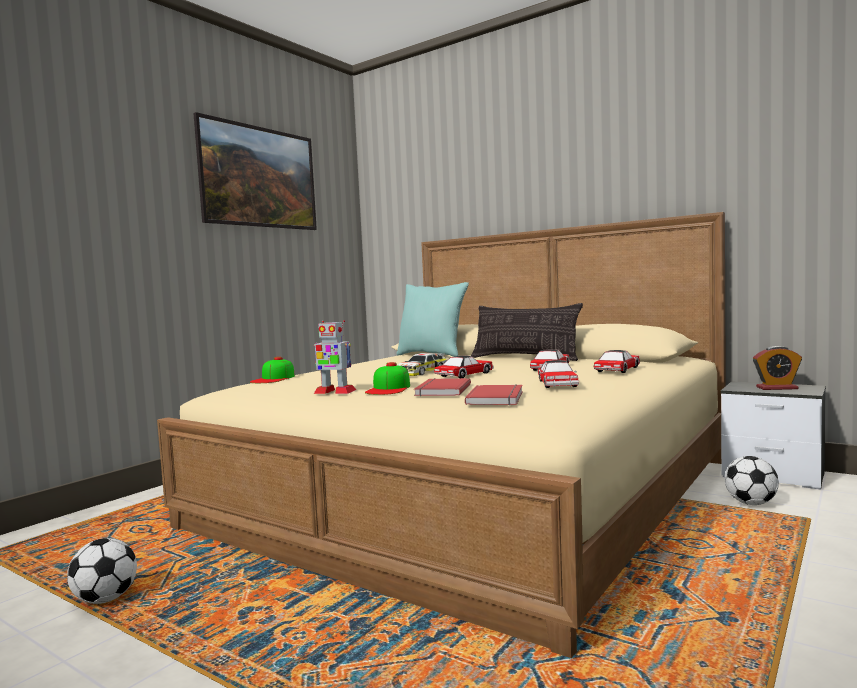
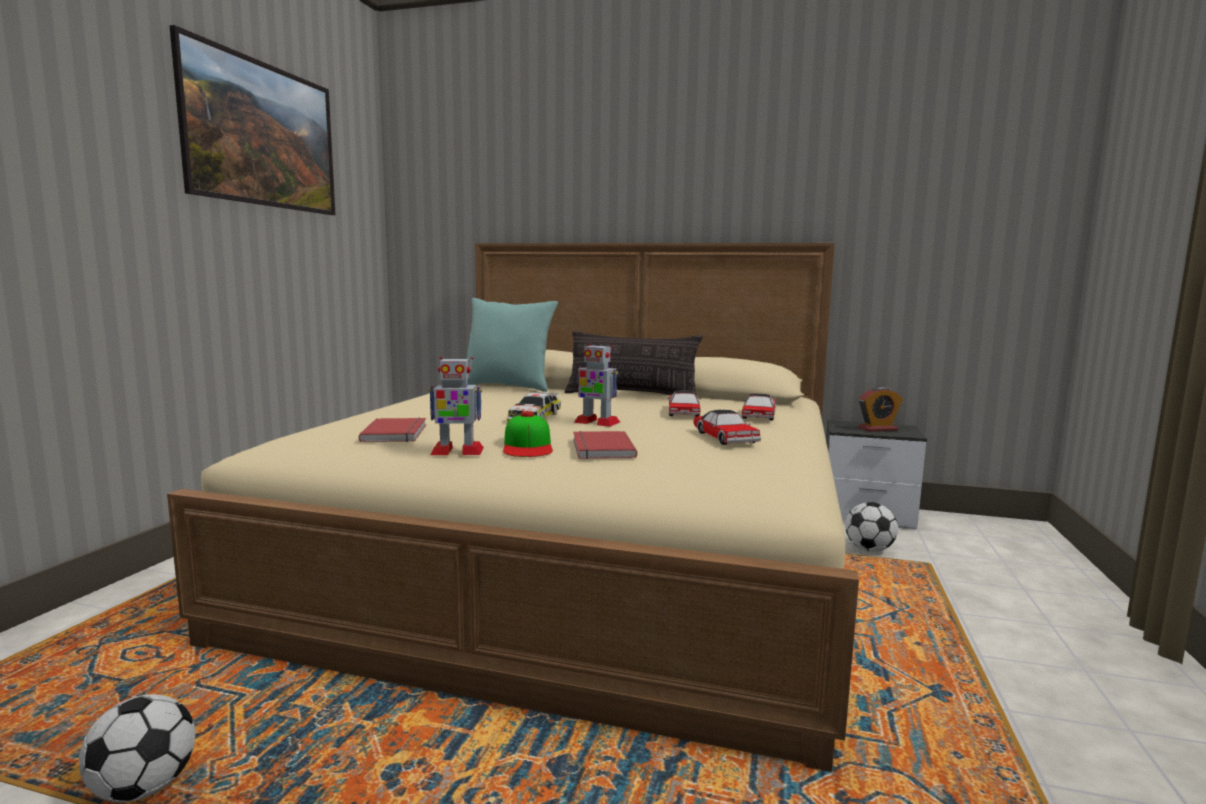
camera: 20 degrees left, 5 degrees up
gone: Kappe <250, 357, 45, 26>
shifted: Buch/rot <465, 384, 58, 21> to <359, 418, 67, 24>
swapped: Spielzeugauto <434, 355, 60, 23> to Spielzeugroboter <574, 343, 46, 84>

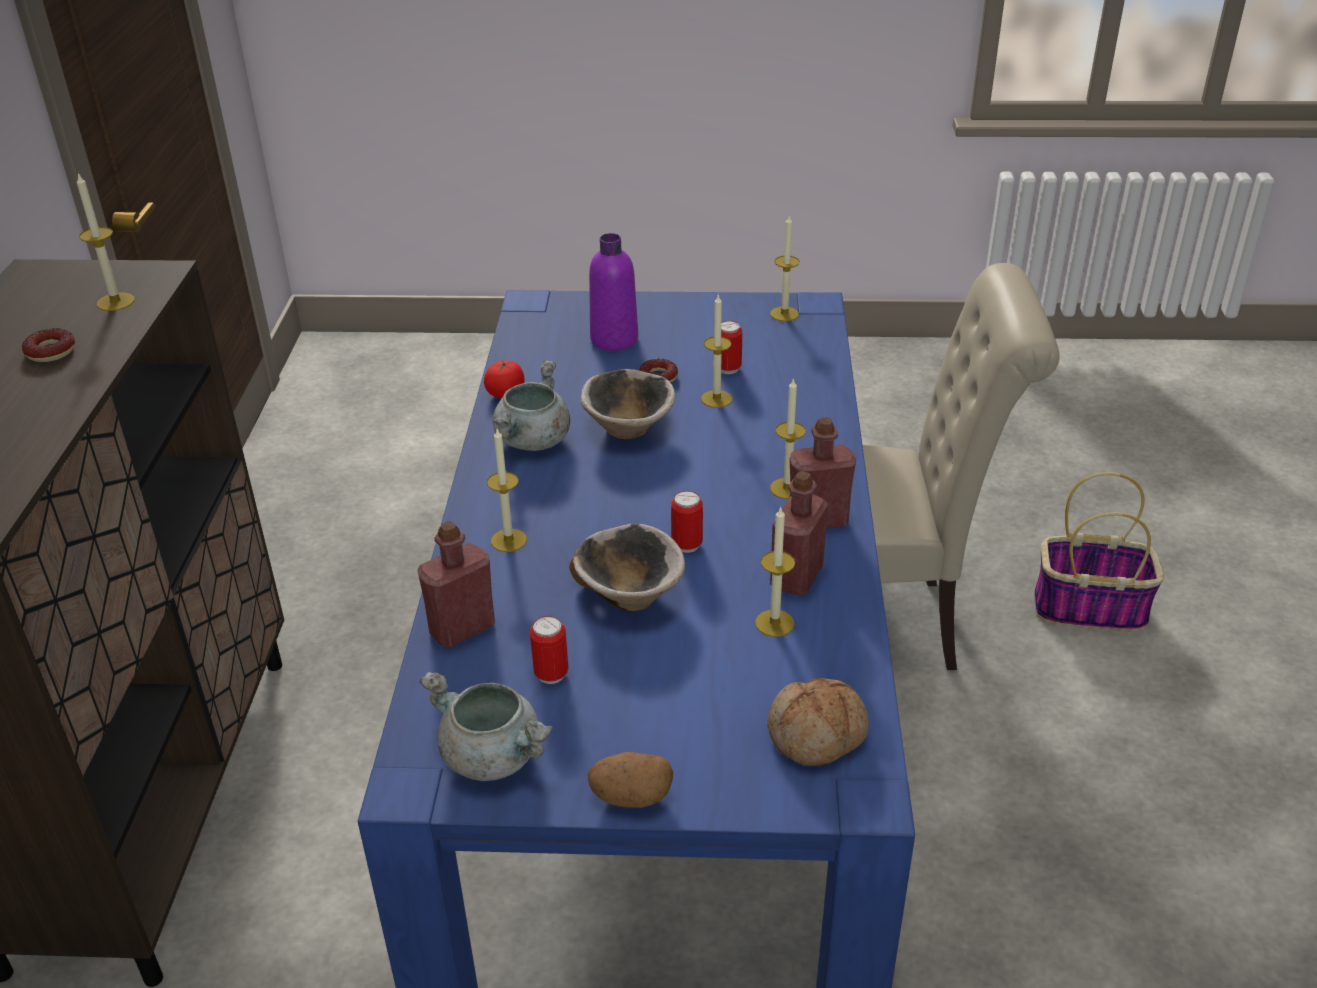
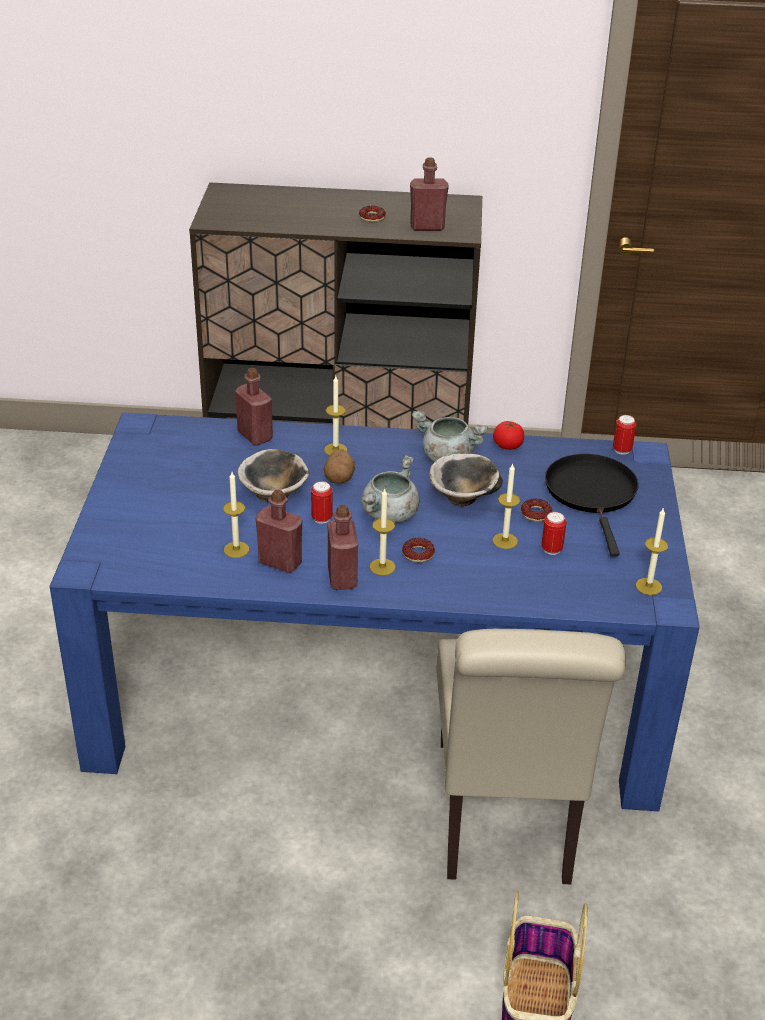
camera: 90 degrees right, 0 degrees up
gone: Brot <767, 678, 102, 88>
new: Donut <402, 538, 33, 25>
shifted: Kochtopf/grau <420, 672, 133, 109> to <361, 455, 58, 68>; Dose <530, 616, 39, 68> to <613, 415, 23, 40>; Kartoffel <587, 752, 86, 56> to <324, 449, 31, 35>
swapped: Kerze <77, 173, 58, 138> to Flasche/rot <410, 157, 39, 74>; Flasche/lila <589, 233, 49, 118> to Pfanne/schwarz <545, 454, 94, 102>

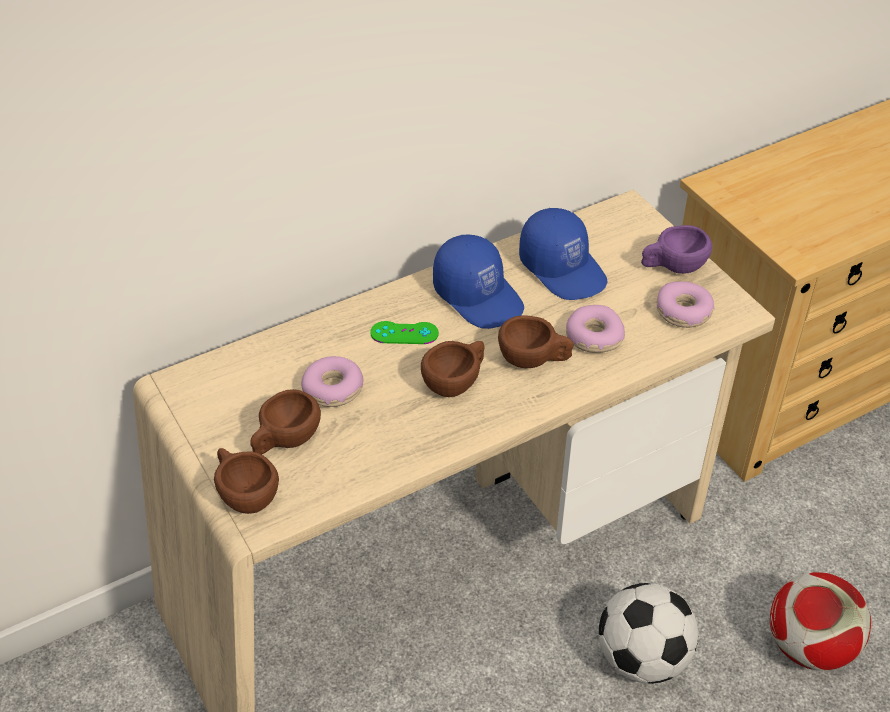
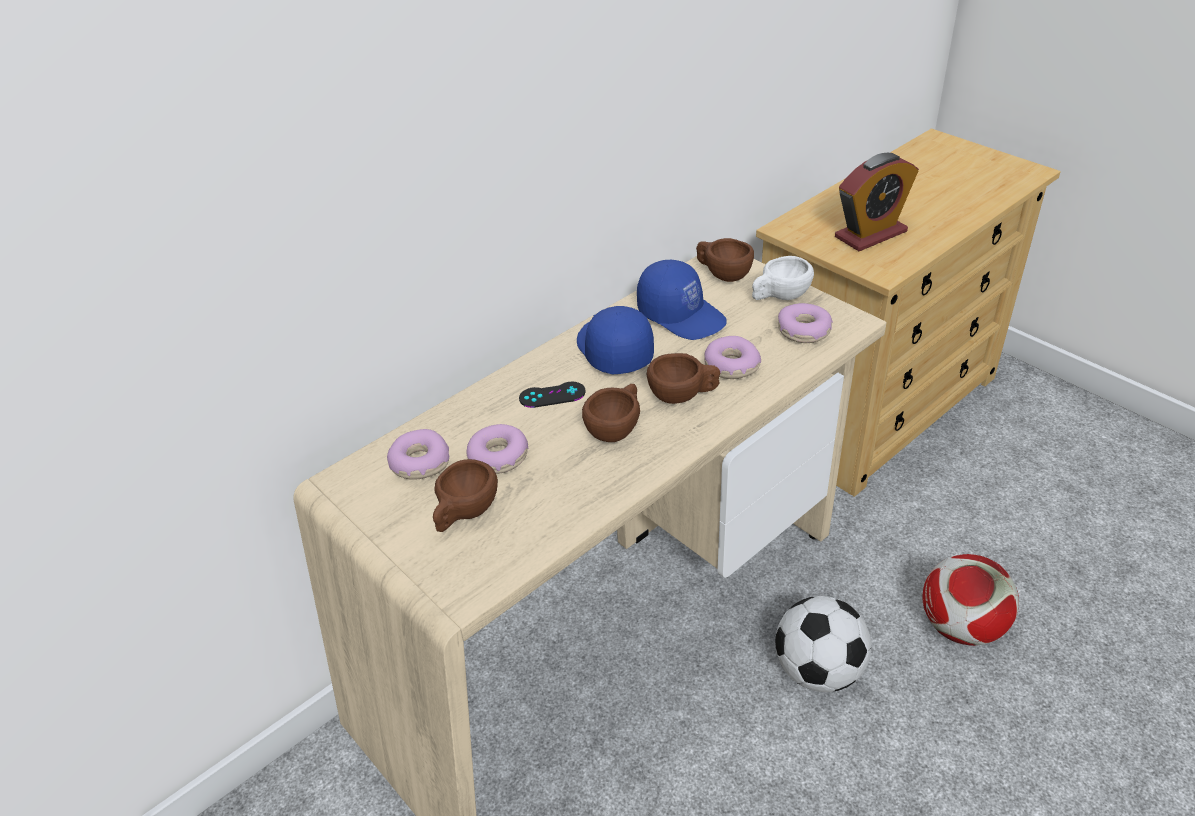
camera: 10 degrees left, 5 degrees down
new: Donut <387, 429, 62, 51>; Wecker <835, 153, 84, 98>
shifted: Tasse/braun <214, 448, 65, 66> to <696, 238, 58, 44>
repainted: Gamepad/grün <370, 321, 69, 23> to Gamepad/schwarz <519, 382, 66, 26>; Tasse/lila <641, 225, 71, 49> to Tasse/weiß <752, 256, 62, 44>
rotated: Kappe/blau <433, 235, 91, 94> = <577, 306, 77, 68> 150 degrees counterclockwise

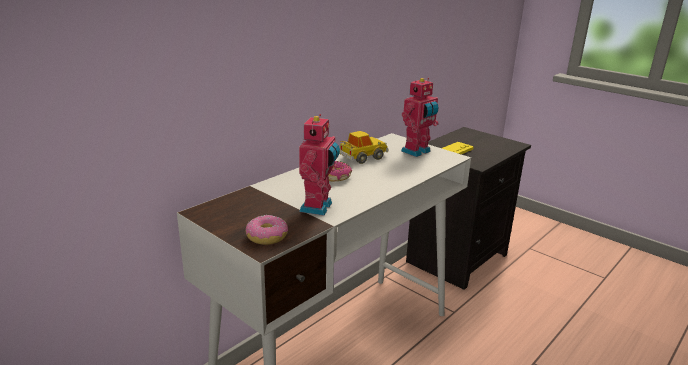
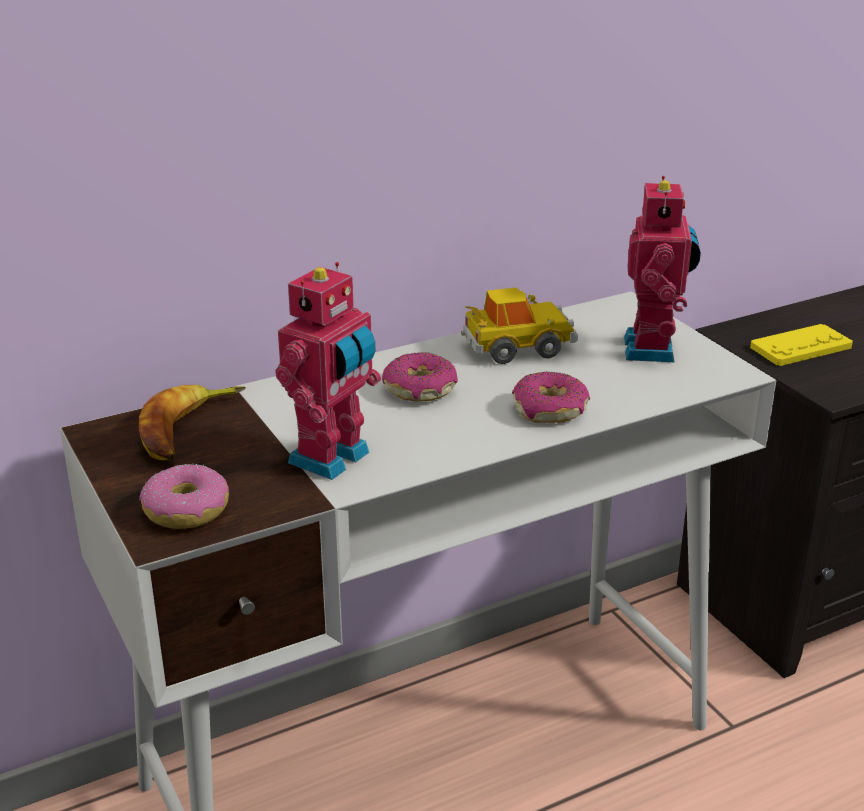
camera: 20 degrees right, 5 degrees up
new: Banane <139, 385, 107, 75>; Donut <512, 372, 78, 51>
rotated: Spielzeugroboter <401, 78, 38, 79> = <624, 176, 77, 186> 60 degrees counterclockwise

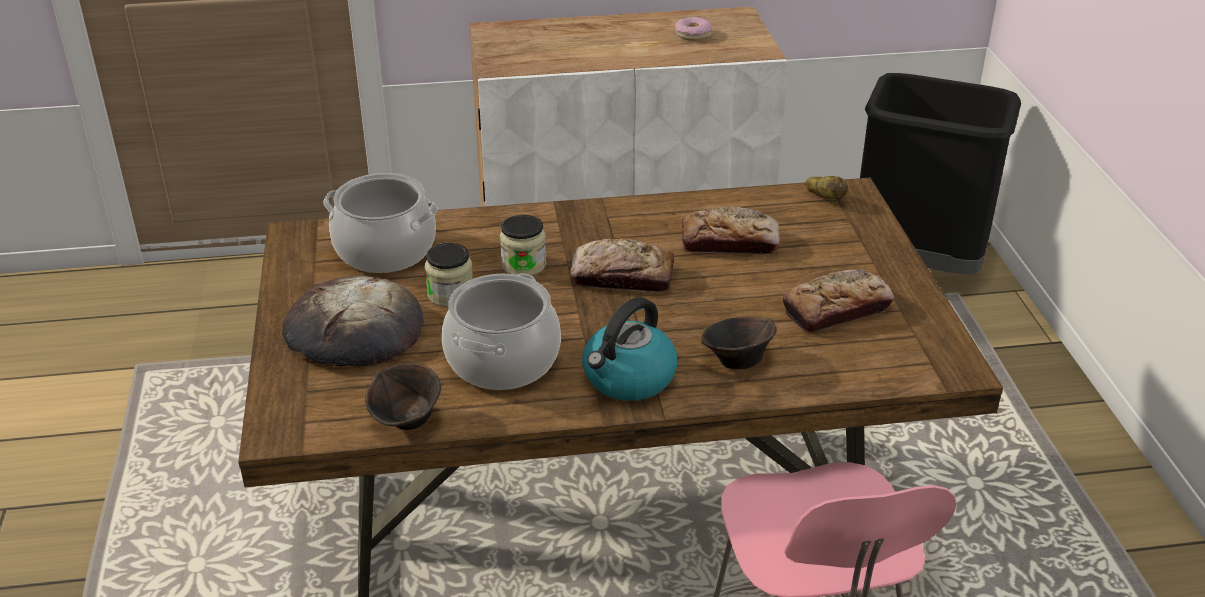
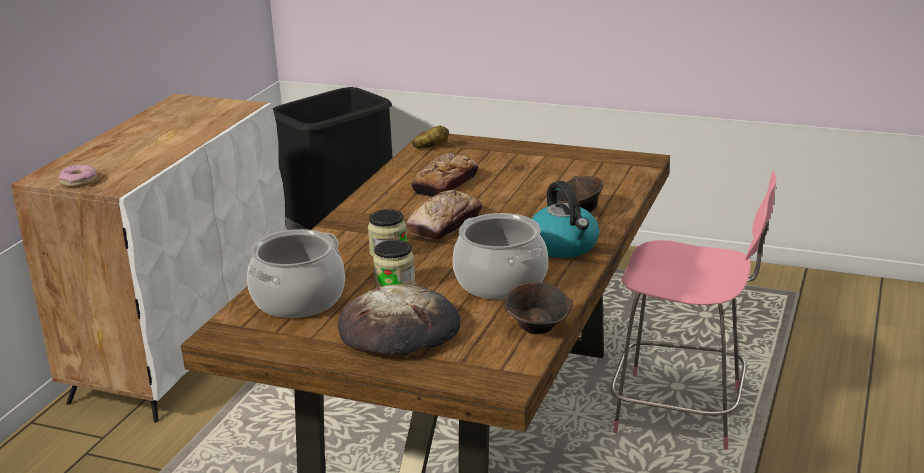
camera: 60 degrees left, 10 degrees down
gone: Brot <783, 269, 111, 64>
shifted: Donut <675, 17, 37, 24> to <59, 164, 38, 23>

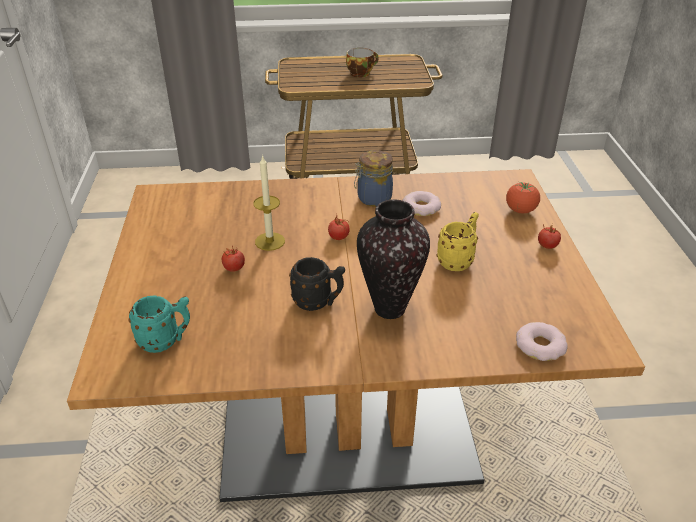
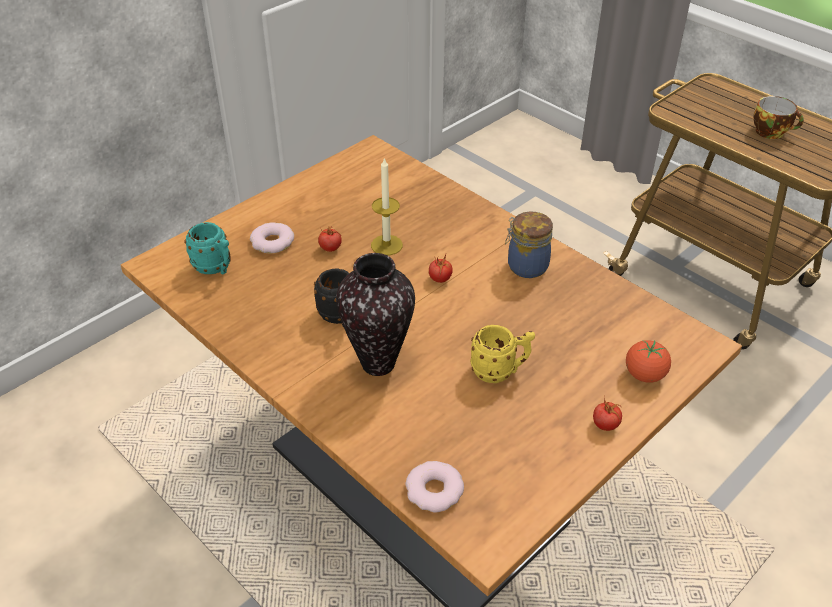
camera: 50 degrees right, 5 degrees up
shifted: Donut <402, 191, 39, 25> to <250, 222, 44, 31>

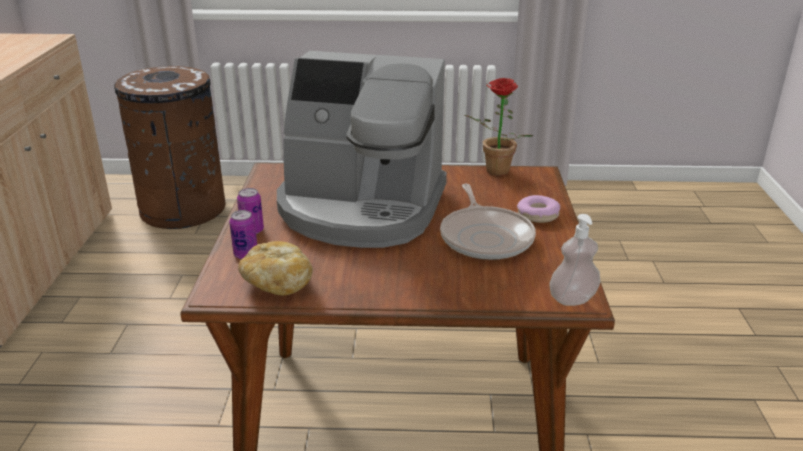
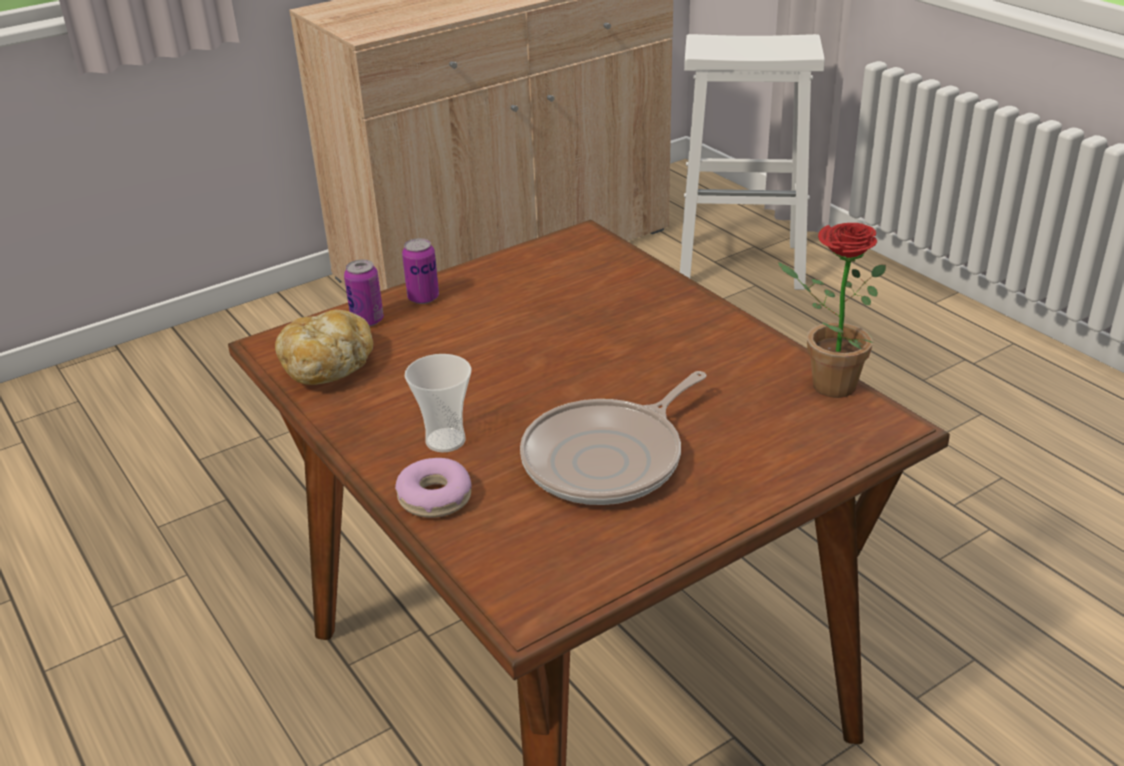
camera: 55 degrees right, 5 degrees up
gone: Kaffeemaschine <277, 51, 170, 197>; Seifenspender <549, 214, 52, 92>
new: Tasse <405, 354, 66, 98>
shifted: Donut <517, 195, 43, 28> to <395, 458, 77, 60>
swapped: Mülleimer/braun <110, 66, 115, 163> to Hocker/weiß <680, 34, 145, 256>

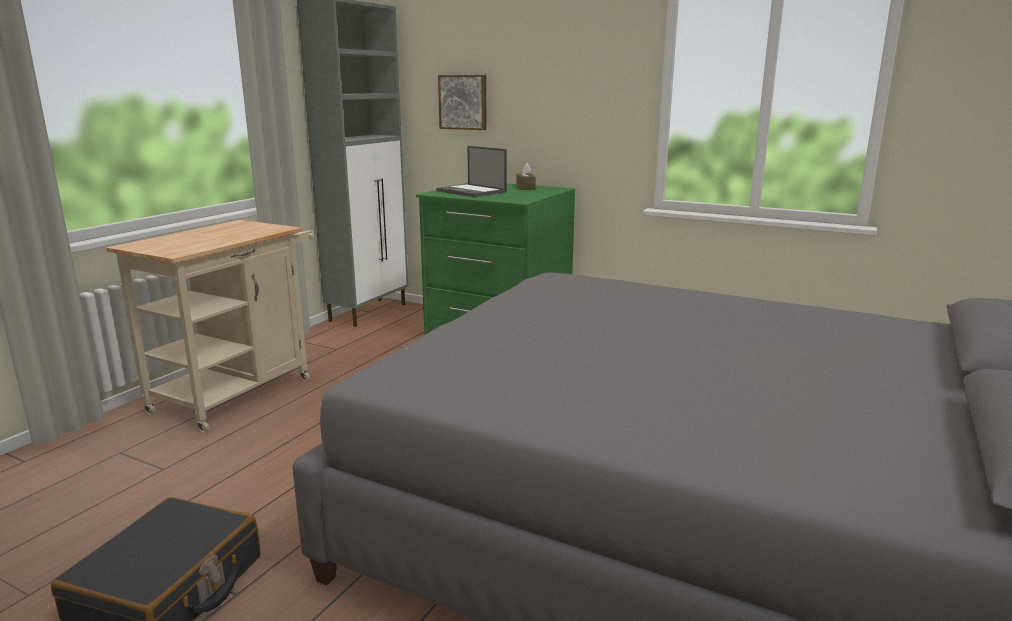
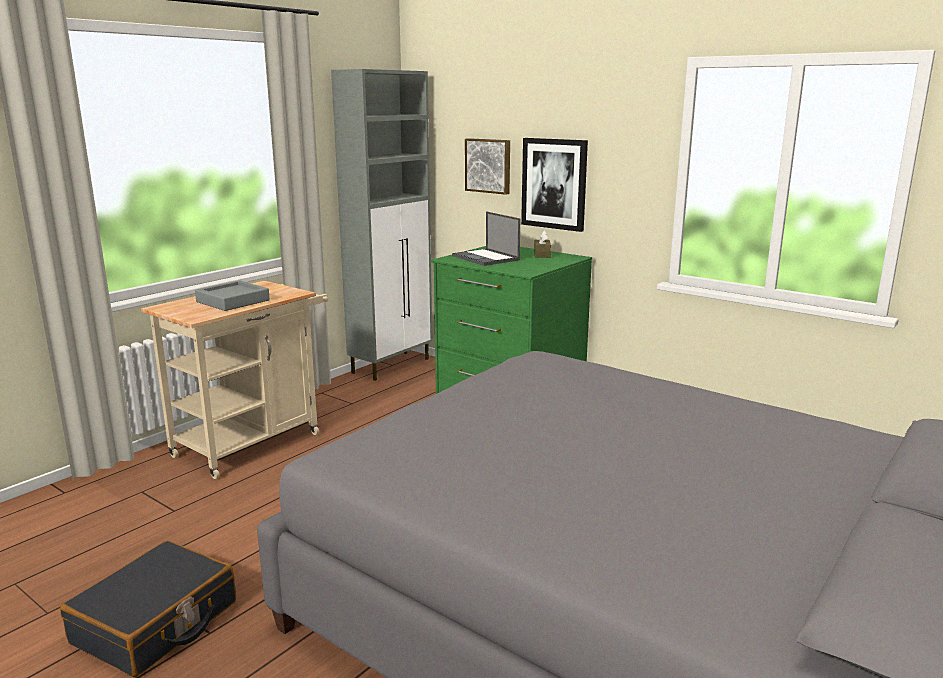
camera: 10 degrees right, 0 degrees up
new: Tablett/grau <195, 281, 75, 30>; Bild <521, 138, 67, 94>

